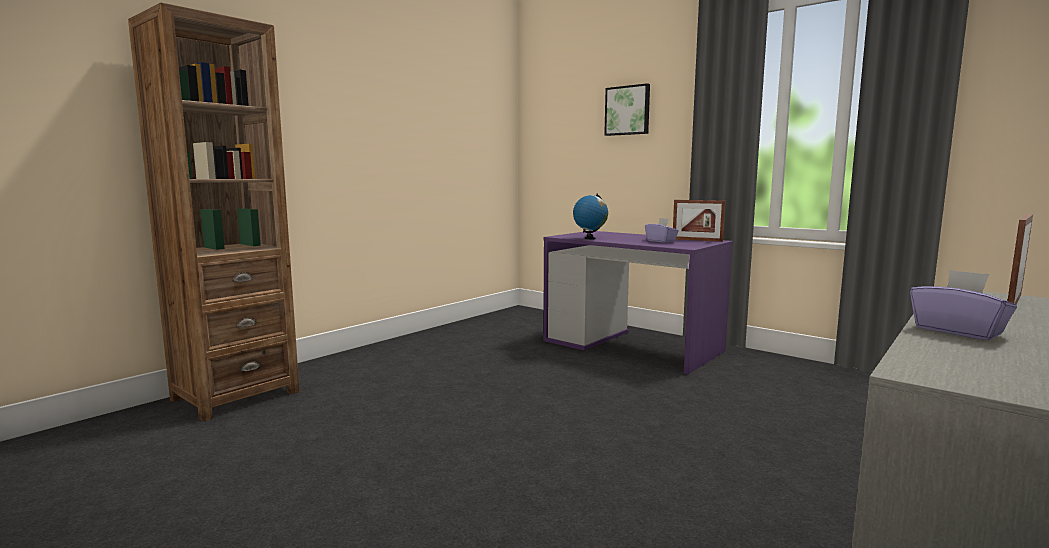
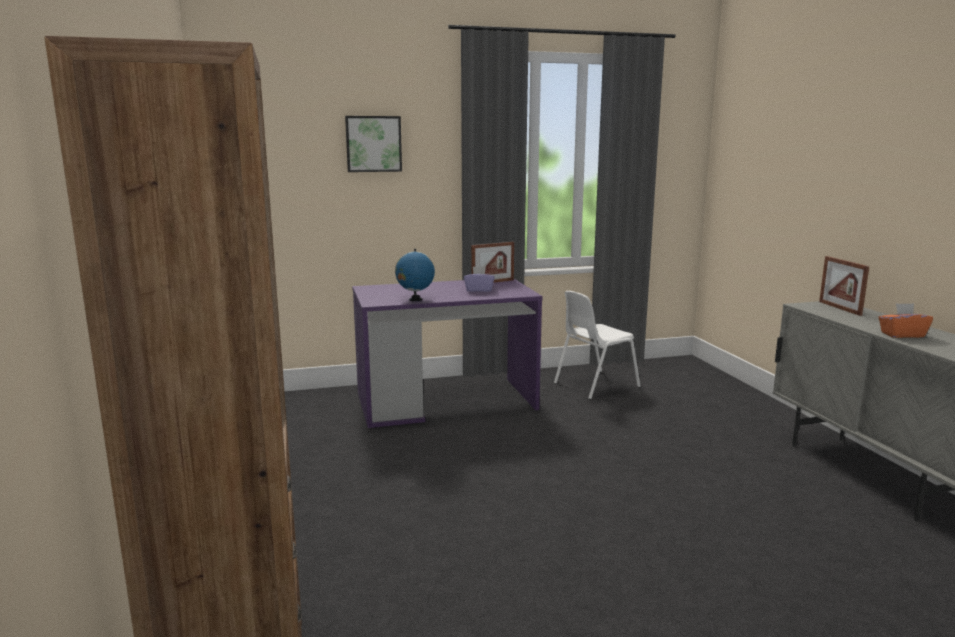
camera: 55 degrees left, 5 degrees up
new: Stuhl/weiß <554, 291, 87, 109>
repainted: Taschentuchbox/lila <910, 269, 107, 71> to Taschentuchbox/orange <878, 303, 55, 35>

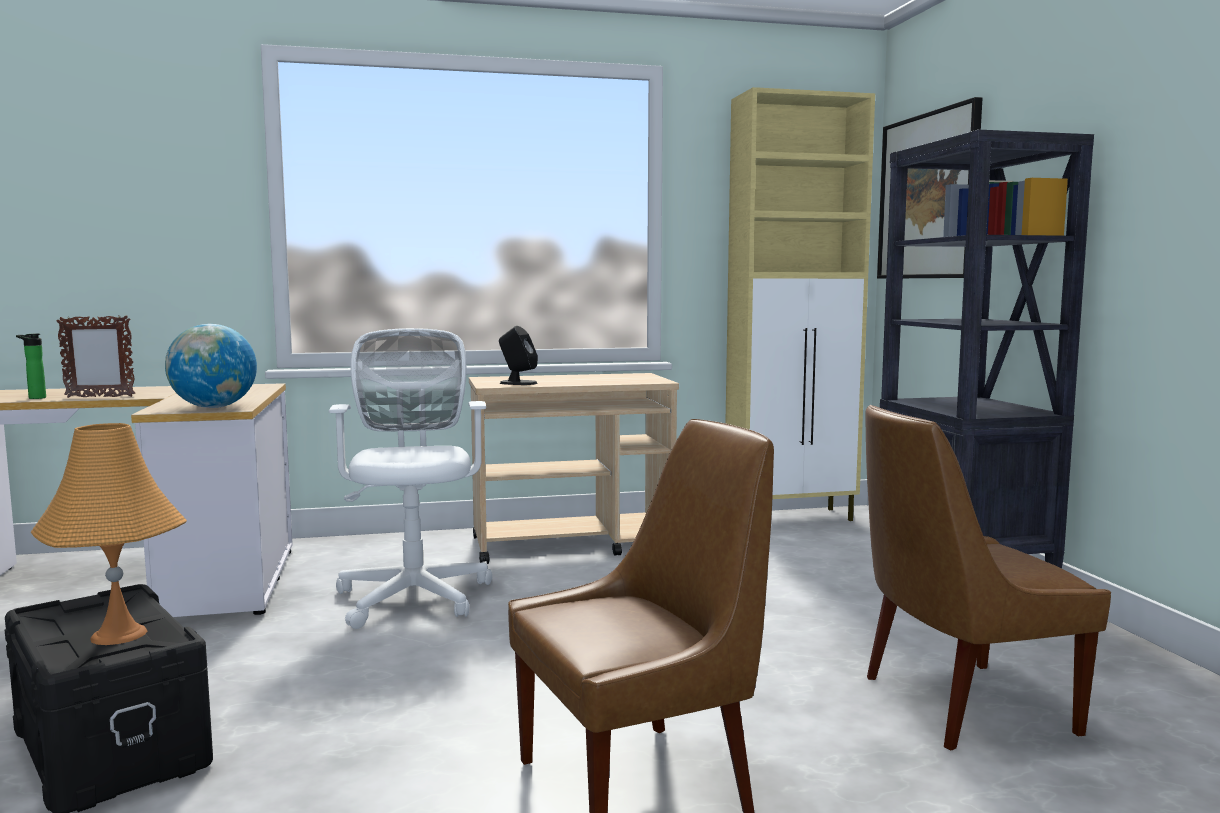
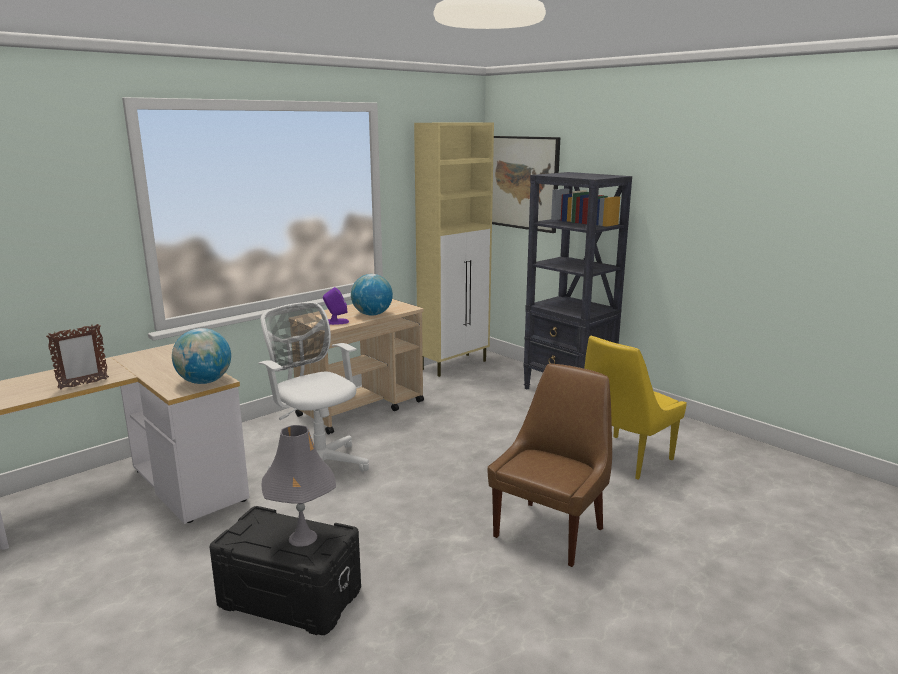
camera: 30 degrees left, 10 degrees up
gone: Flasche <16, 334, 30, 65>
new: Globus <351, 274, 42, 42>
repainted: Tischlampe/orange <31, 423, 156, 222> to Tischlampe/grau <262, 425, 74, 122>; Lautsprecher/schwarz <499, 326, 39, 59> to Lautsprecher/lila <323, 287, 26, 38>; Stuhl/braun <865, 405, 246, 346> to Stuhl/gelb <584, 336, 103, 144>

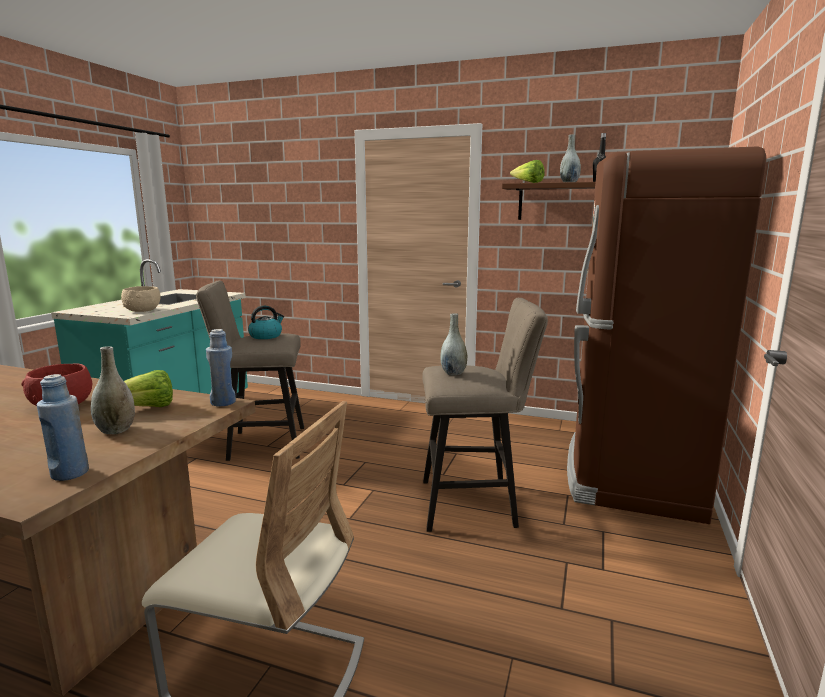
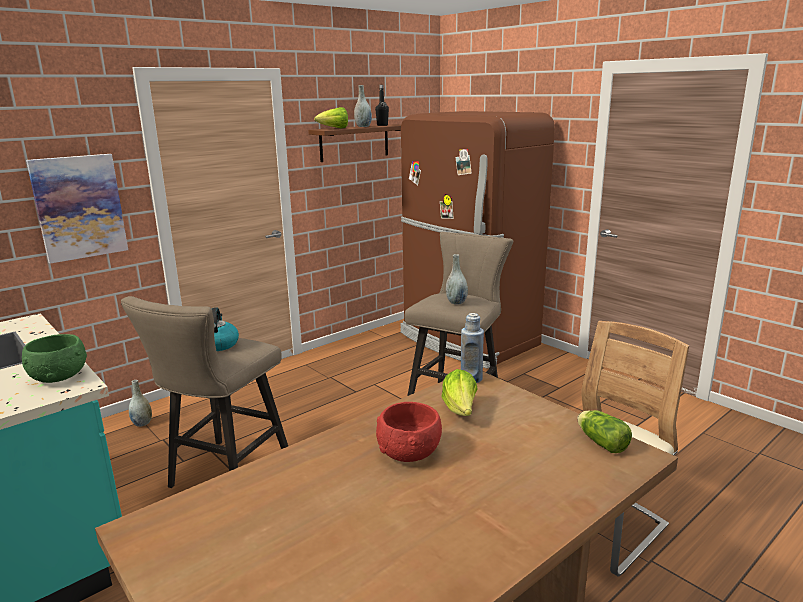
camera: 60 degrees left, 5 degrees up
new: Bild <26, 154, 102, 110>
shifted: Vase/grau <91, 346, 44, 88> to <129, 380, 23, 47>
swapped: Flasche/blau <37, 374, 52, 107> to Salatkopf <577, 410, 55, 43>
repainted: Schüssel/beige <121, 286, 40, 26> to Schüssel/grün <22, 334, 65, 49>

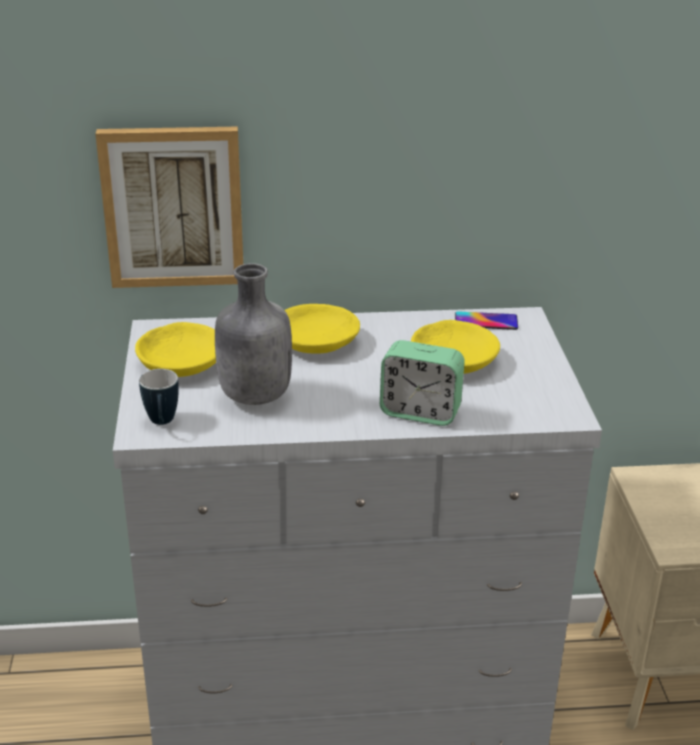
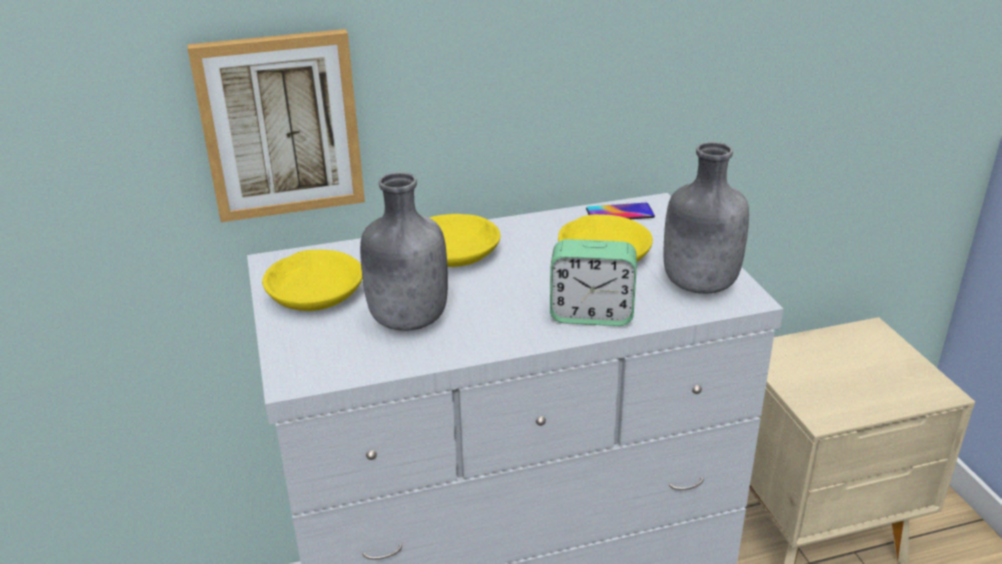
camera: 10 degrees left, 0 degrees up
gone: Henkelbecher <139, 369, 40, 56>
new: Flasche/grau <663, 142, 86, 152>

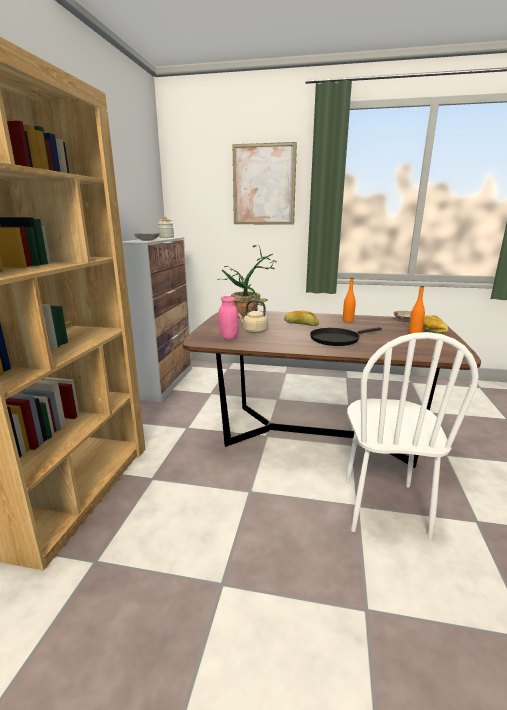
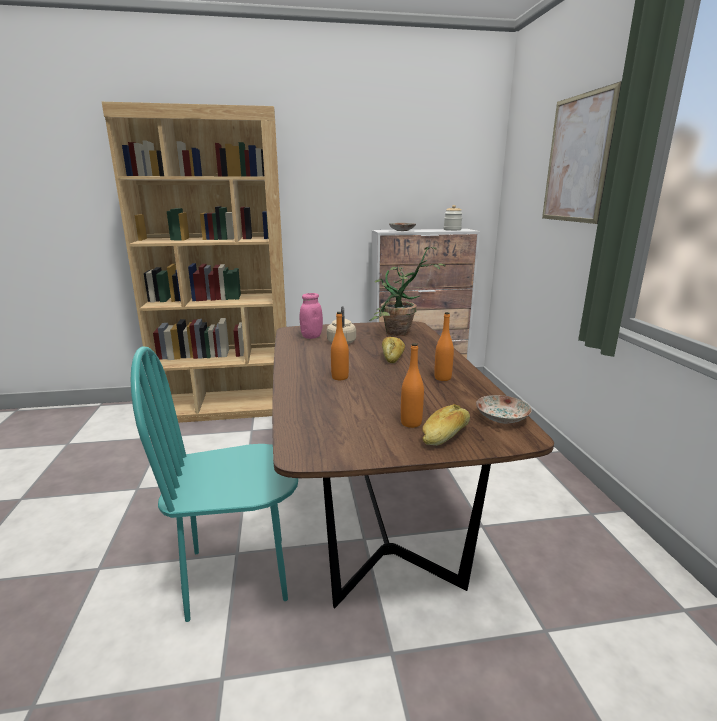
camera: 70 degrees right, 0 degrees up
swapped: Pfanne/schwarz <310, 327, 72, 19> to Flasche/orange <331, 312, 18, 68>
repainted: Stuhl/weiß <346, 332, 133, 207> to Stuhl/türkis <131, 346, 167, 276>

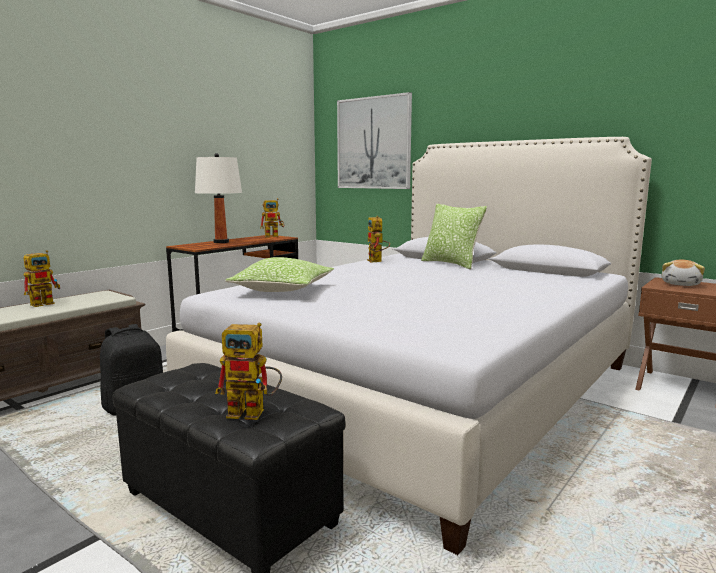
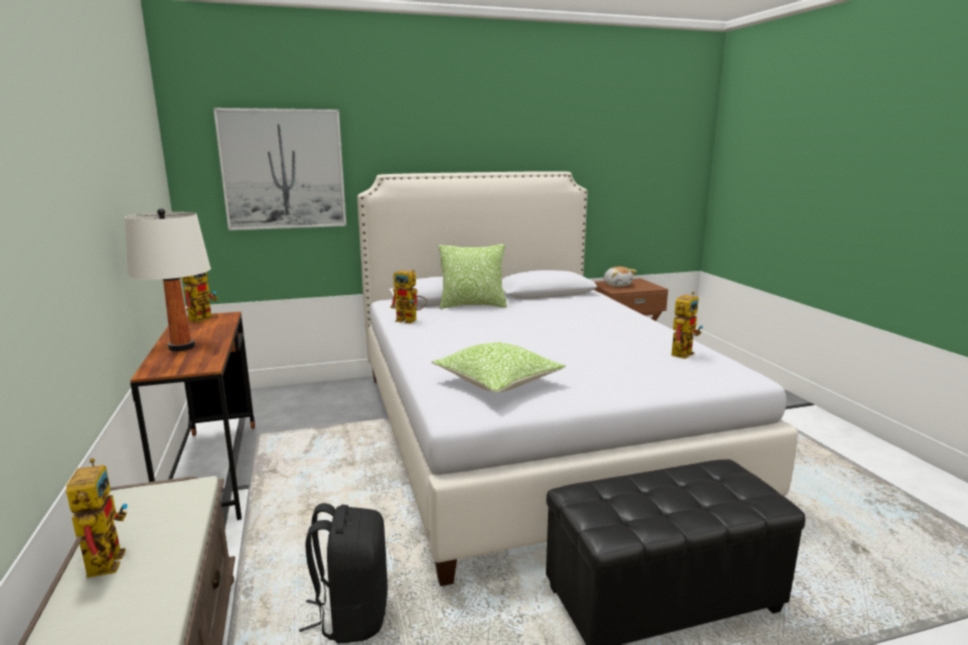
camera: 55 degrees left, 5 degrees up
shifted: Spielzeugroboter <215, 322, 67, 98> to <671, 291, 32, 68>

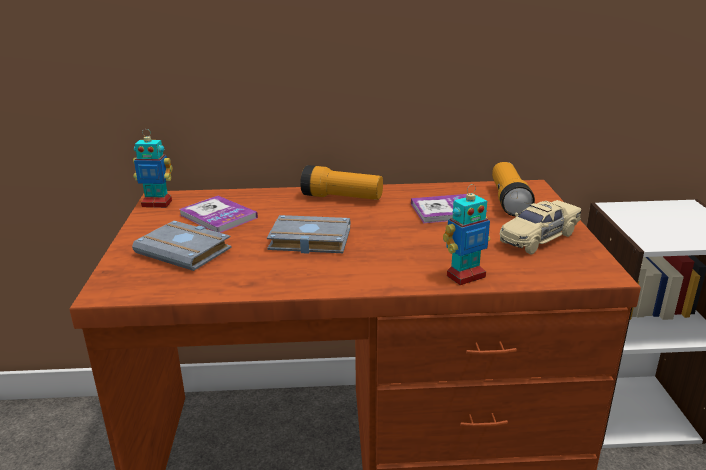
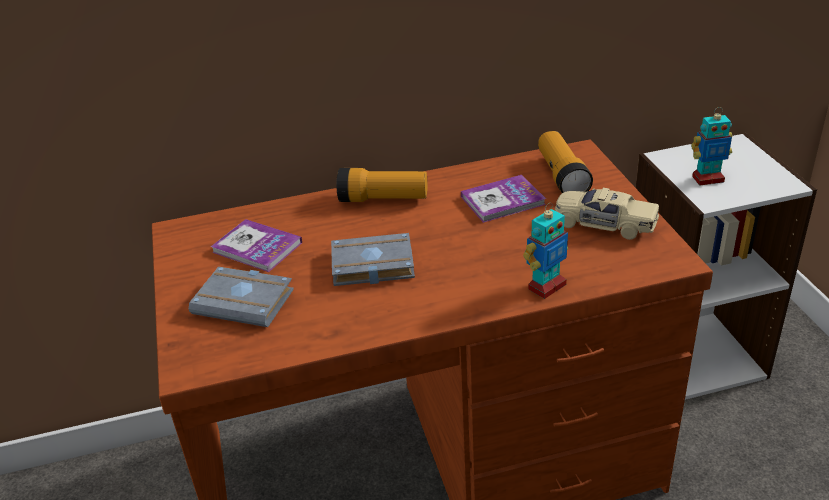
camera: 10 degrees left, 10 degrees up
shifted: Spielzeugroboter <133, 129, 40, 79> to <691, 107, 41, 79>
rotated: Spielzeugauto/beige <500, 200, 81, 54> = <555, 188, 104, 52> 75 degrees clockwise

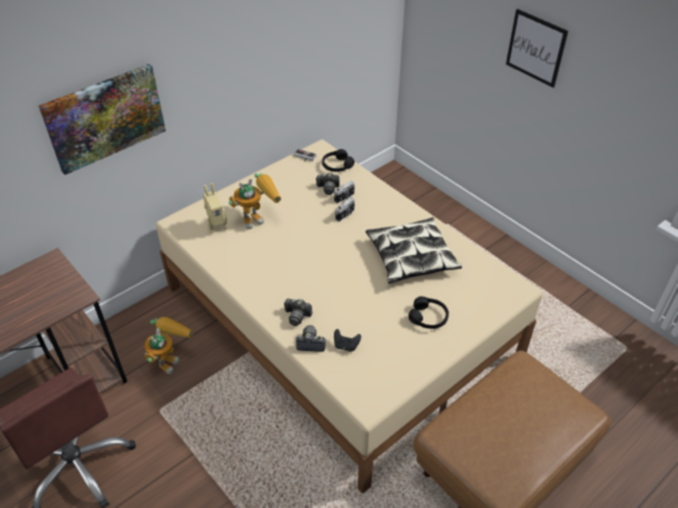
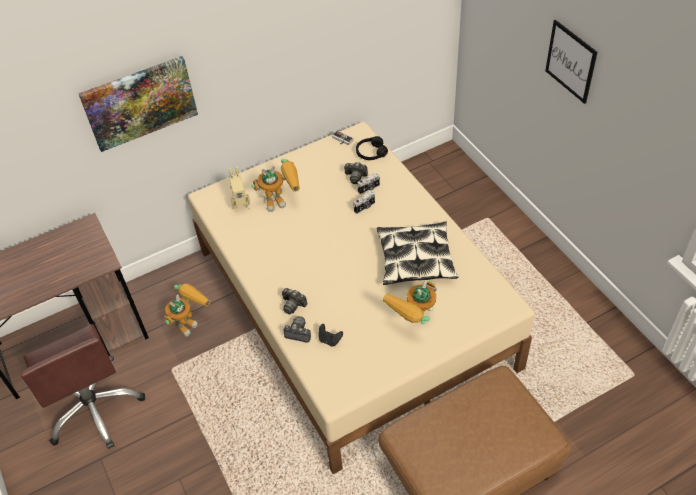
camera: 15 degrees right, 5 degrees up
swapped: Kopfhörer/schwarz <408, 296, 41, 33> to Spielzeugroboter <383, 280, 54, 44>

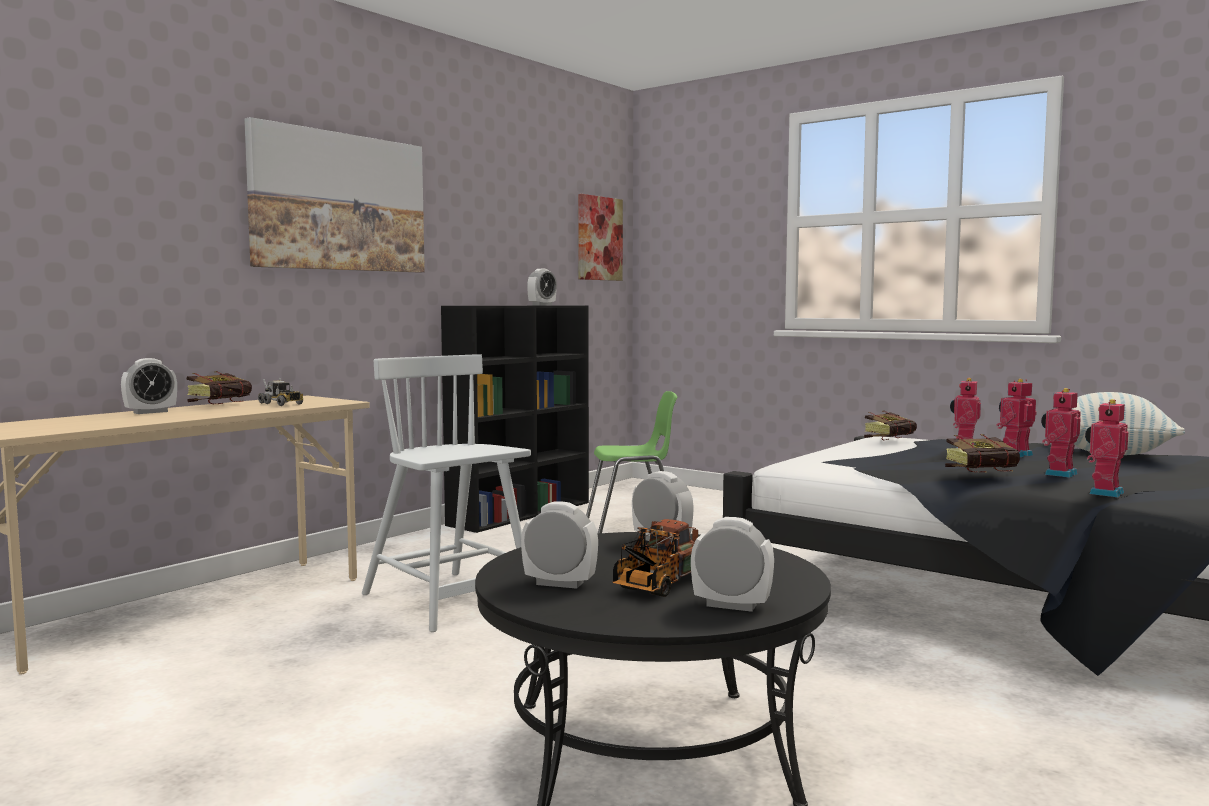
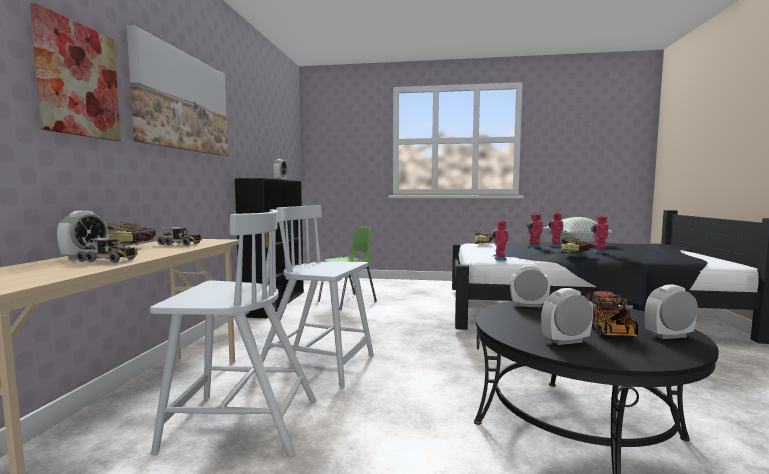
camera: 30 degrees left, 0 degrees up
new: Spielzeuglaster <76, 235, 62, 28>; Stuhl/weiß <150, 209, 167, 248>
shifted: Bild <578, 194, 45, 87> to <30, 3, 91, 138>; Spielzeugroboter <1085, 399, 43, 98> to <492, 219, 16, 42>

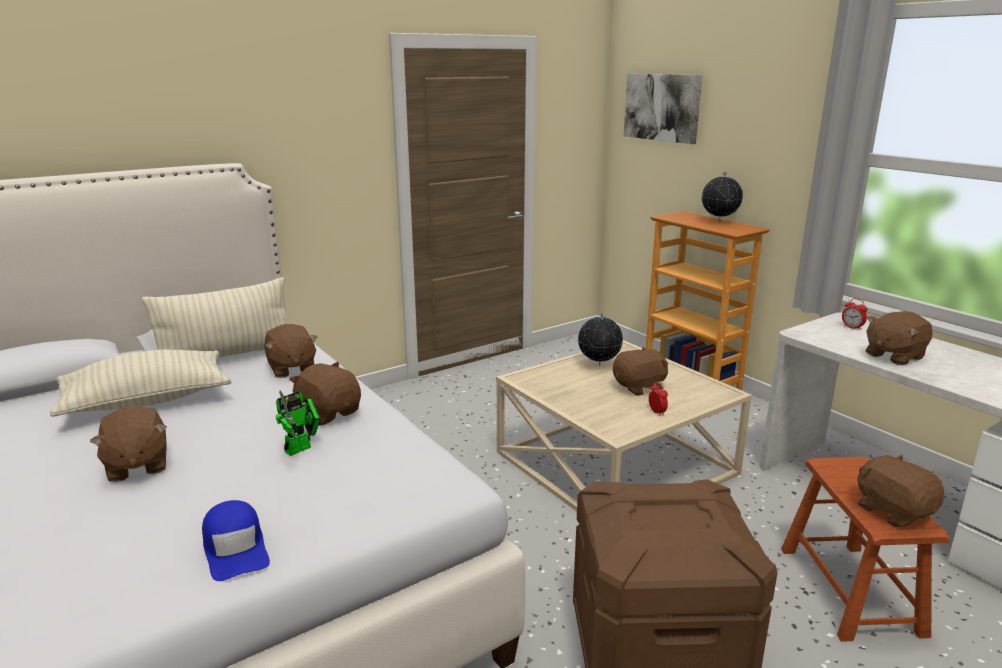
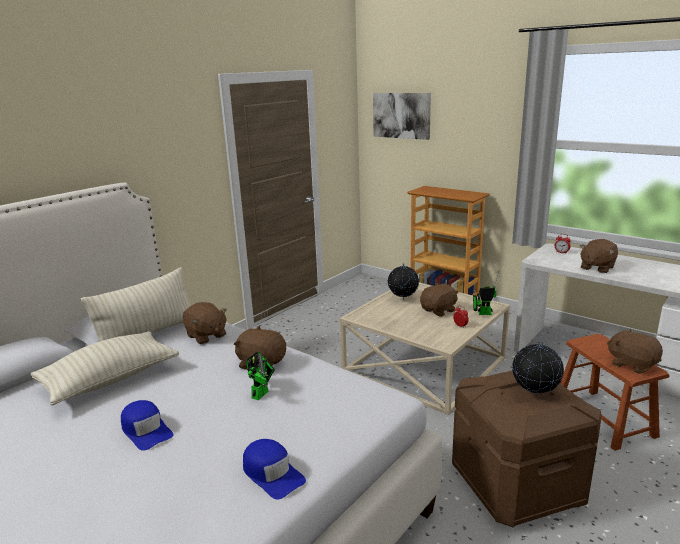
camera: 15 degrees left, 0 degrees up
new: Spielzeugroboter <473, 270, 26, 45>
shifted: Globus <702, 172, 41, 50> to <512, 341, 52, 54>
swapped: Plüschtier/braun <90, 406, 77, 76> to Kappe/blau <121, 400, 53, 51>

